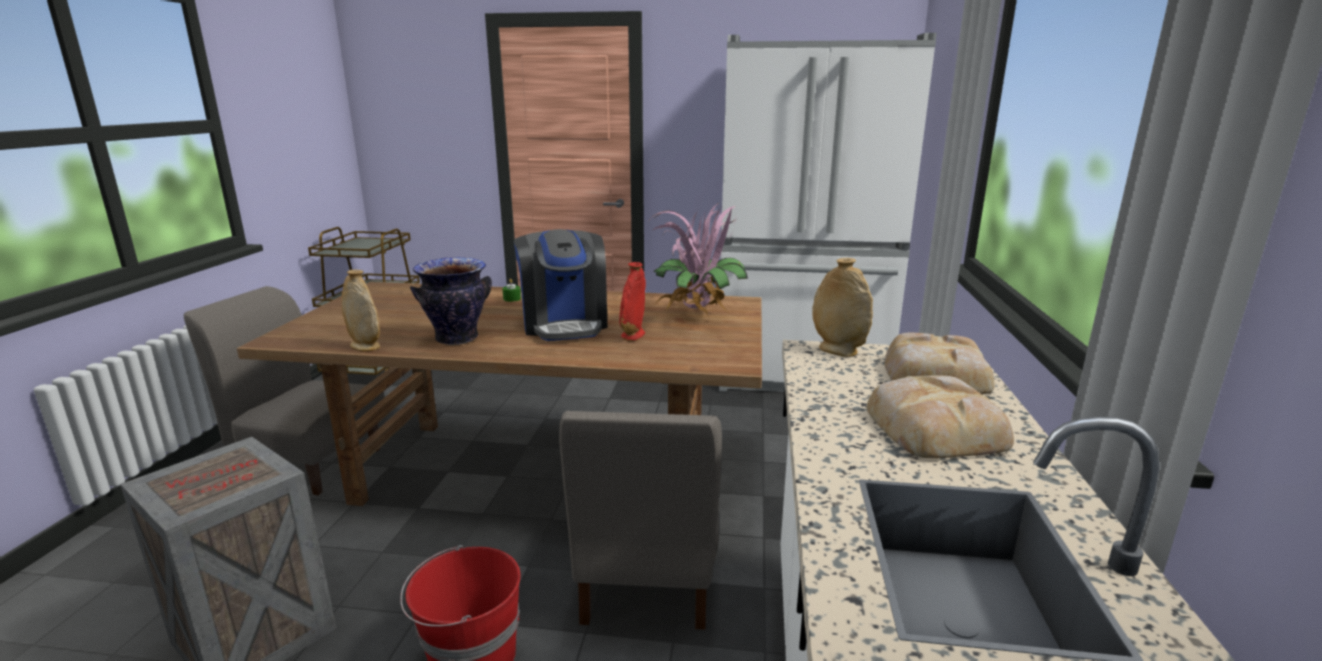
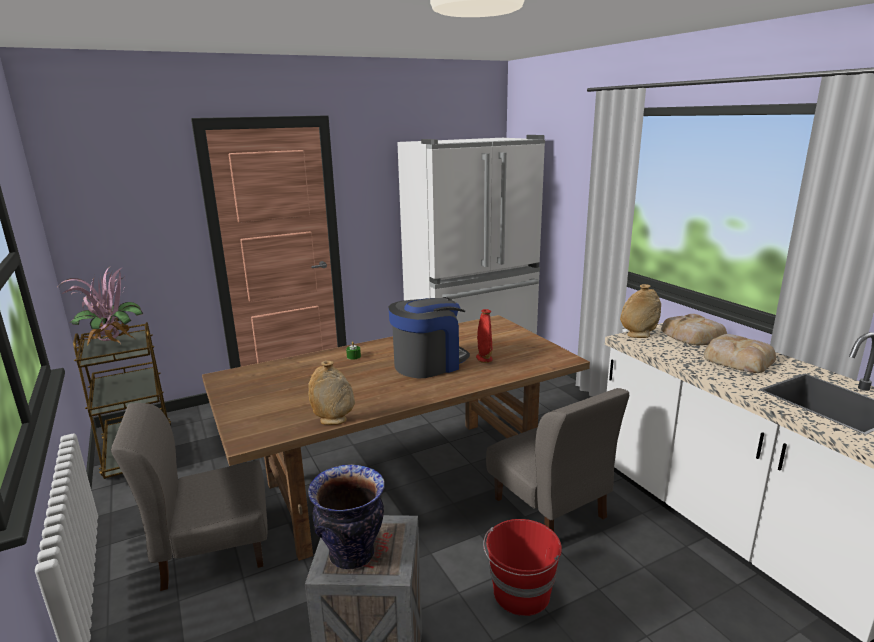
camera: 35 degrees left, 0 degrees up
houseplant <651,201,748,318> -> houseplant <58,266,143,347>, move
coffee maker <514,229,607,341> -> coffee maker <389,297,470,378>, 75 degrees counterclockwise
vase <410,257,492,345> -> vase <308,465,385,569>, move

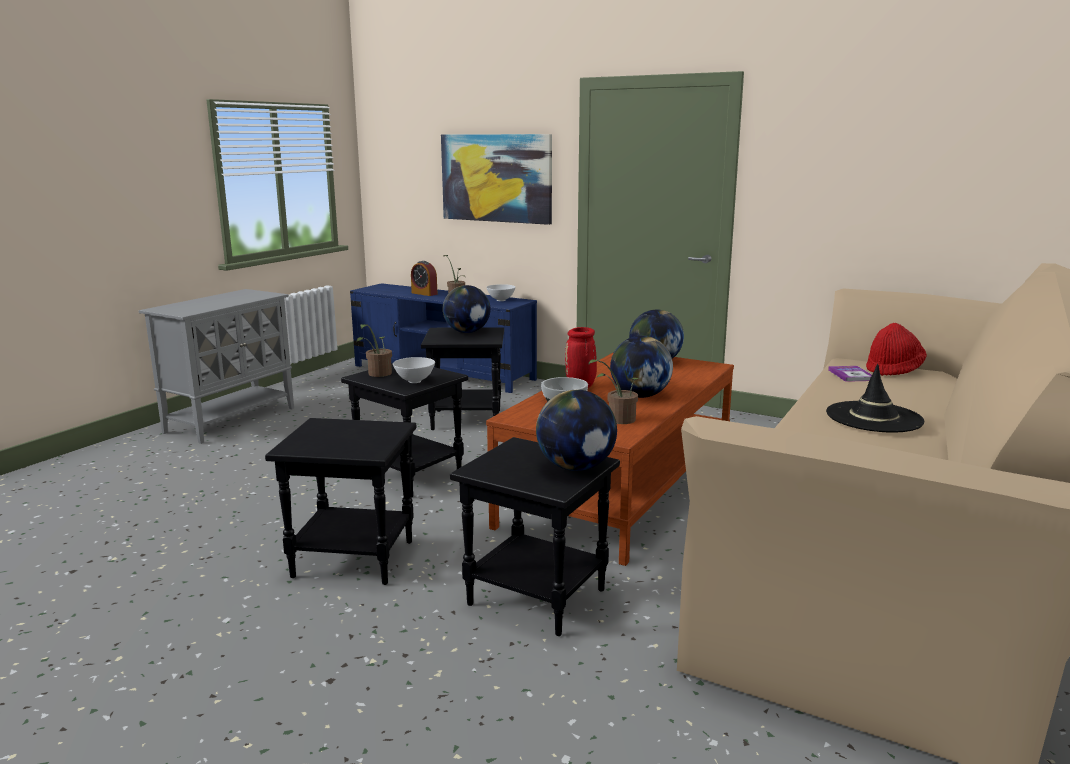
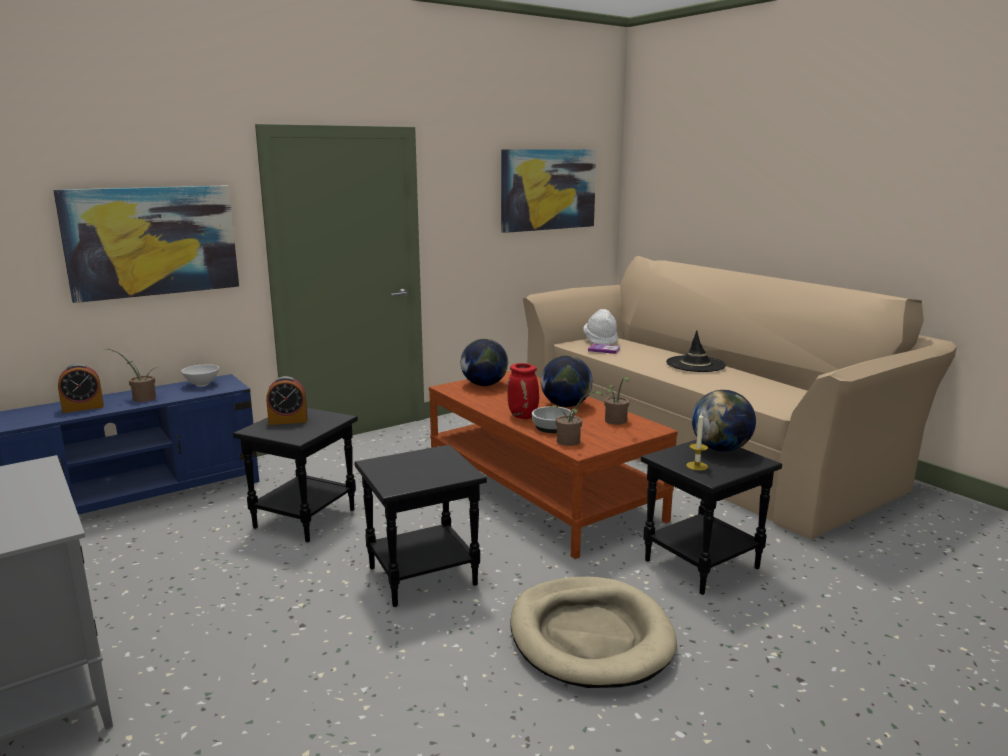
camera: 65 degrees left, 0 degrees up
world globe <443,285,490,333> -> bedside clock <266,376,308,425>
hat (red) <866,323,927,376> -> hat (white-coloured) <583,309,618,345>
houseplant <356,324,392,377> -> houseplant <551,391,603,446>, move
serving bowl (white-coloured) <393,357,435,383> -> none
side table (black-coloured) <265,418,416,585> -> pet bed (beige) <510,577,677,688>
none -> wall picture <501,149,596,233>
none -> wax light <686,412,708,471>

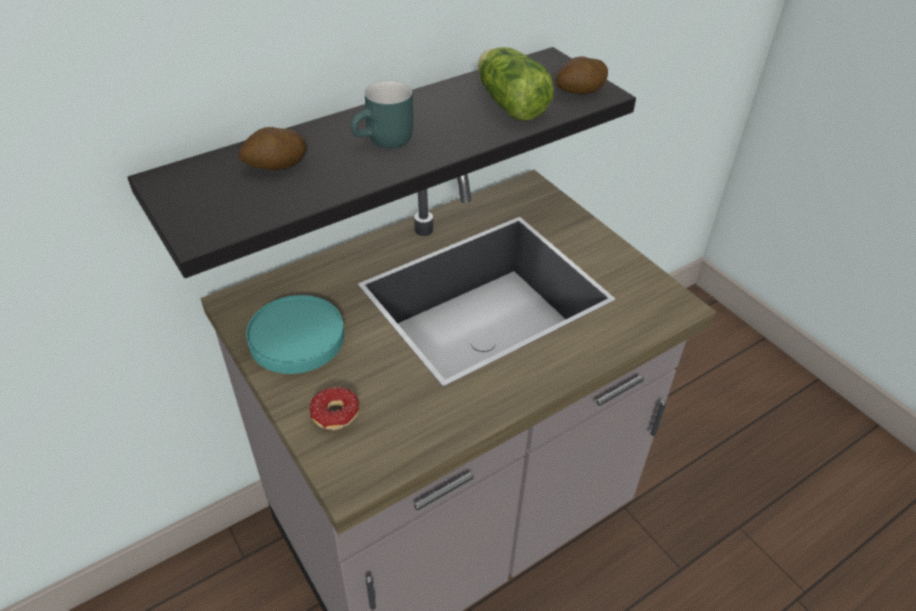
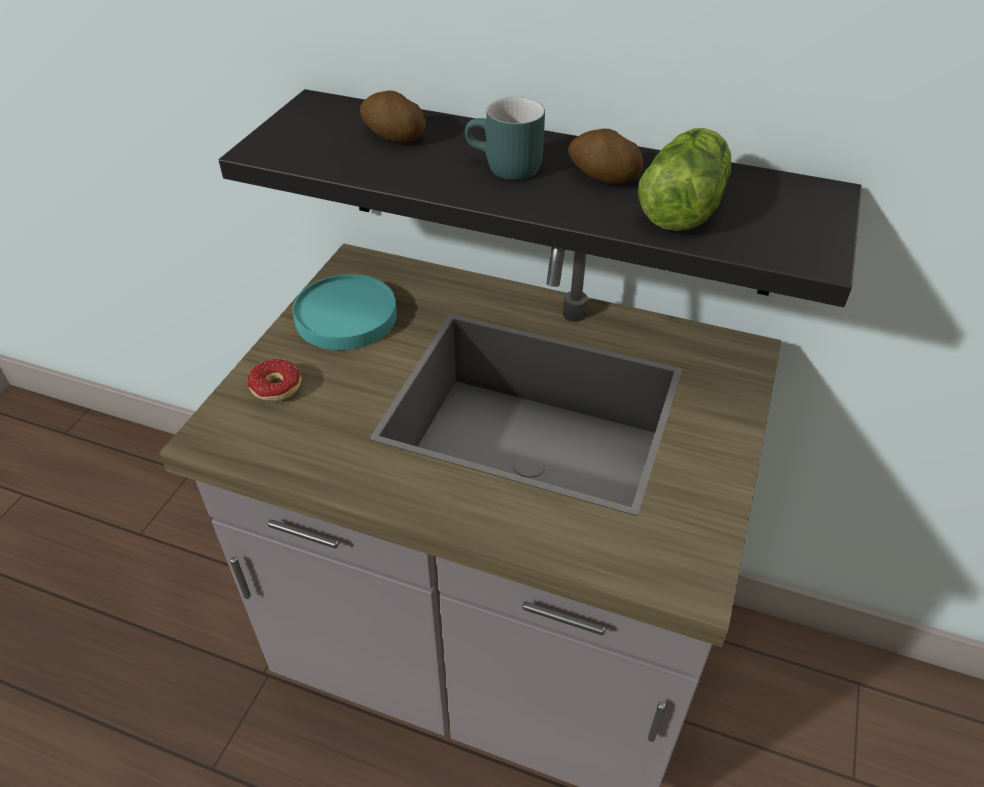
camera: 55 degrees right, 0 degrees up
whole potato <556,56,608,94> -> whole potato <568,129,643,184>, move

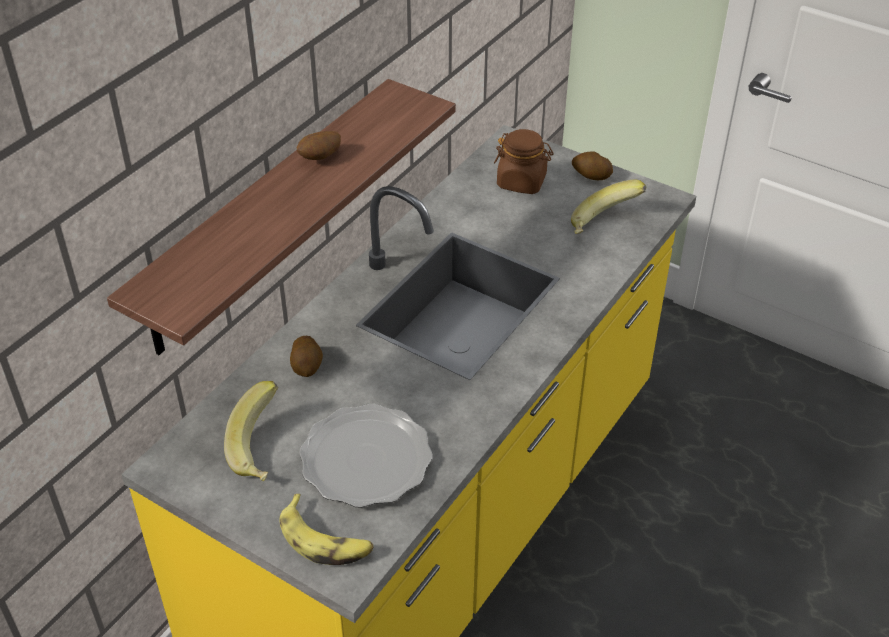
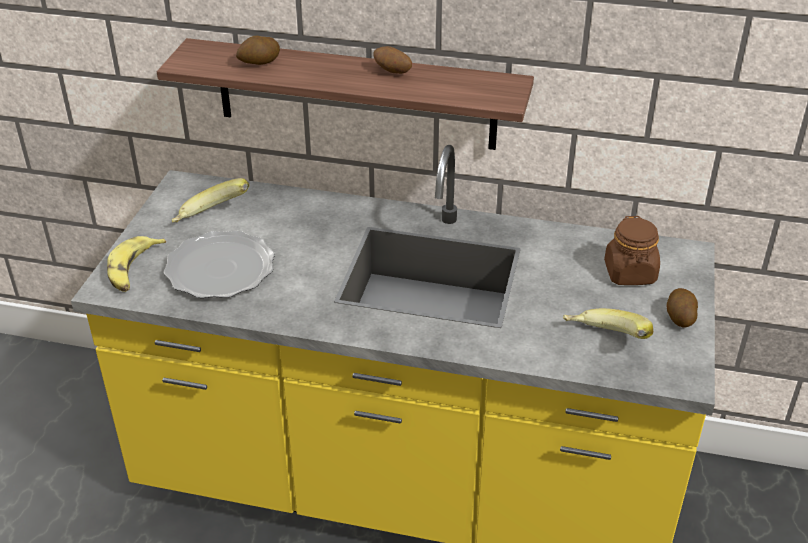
camera: 70 degrees right, 5 degrees down
whole potato <290,336,323,377> -> whole potato <236,36,280,65>, move

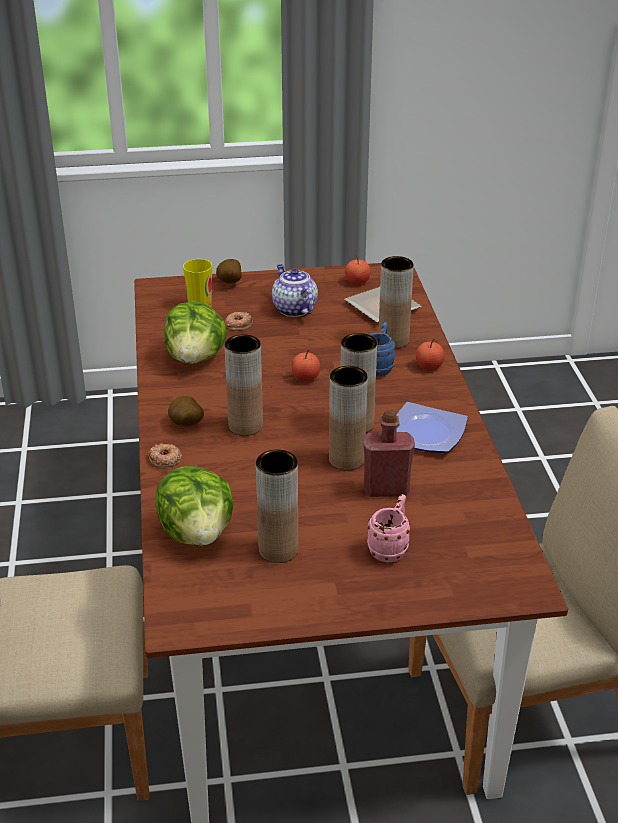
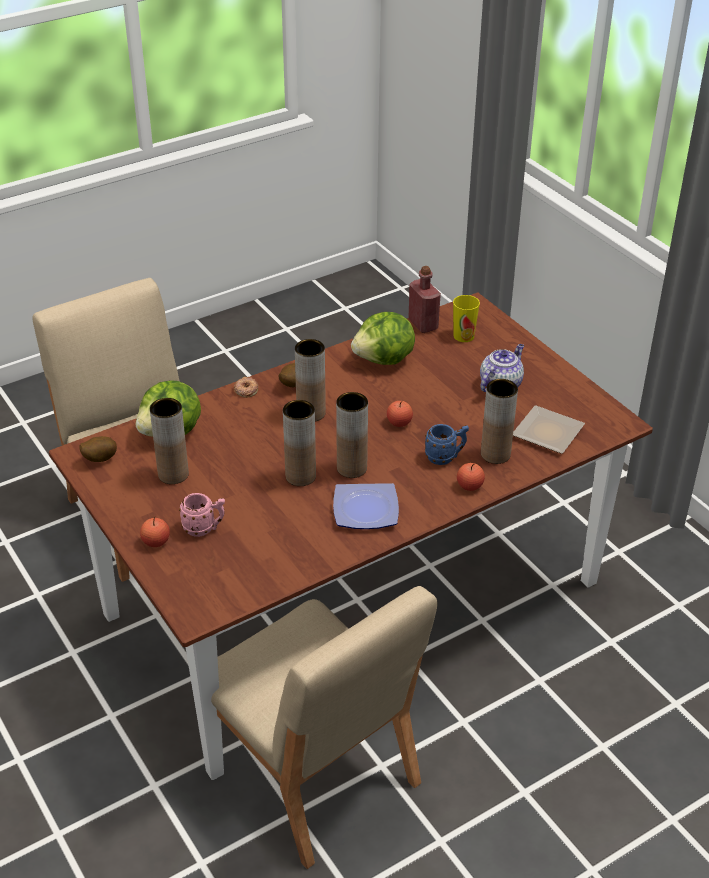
camera: 65 degrees right, 5 degrees up
apple <345,255,371,285> -> apple <140,516,170,547>, move
whole potato <216,259,242,284> -> whole potato <79,436,117,462>, move
donut <225,312,253,331> -> none
drink bottle (red) <363,410,415,497> -> drink bottle (red) <408,266,441,333>, move

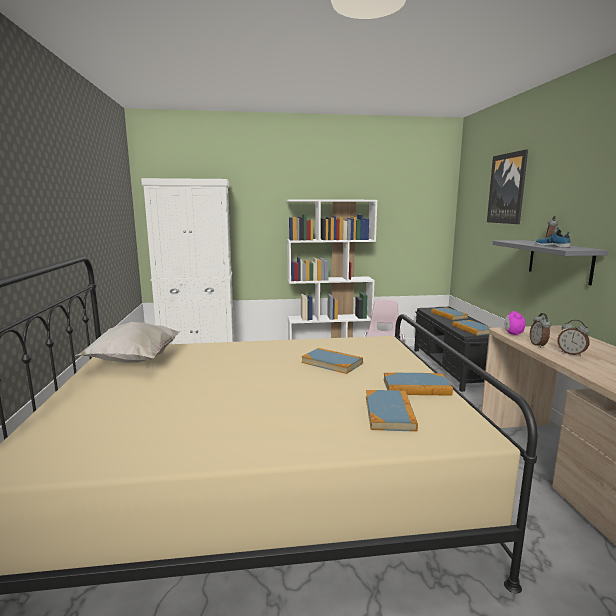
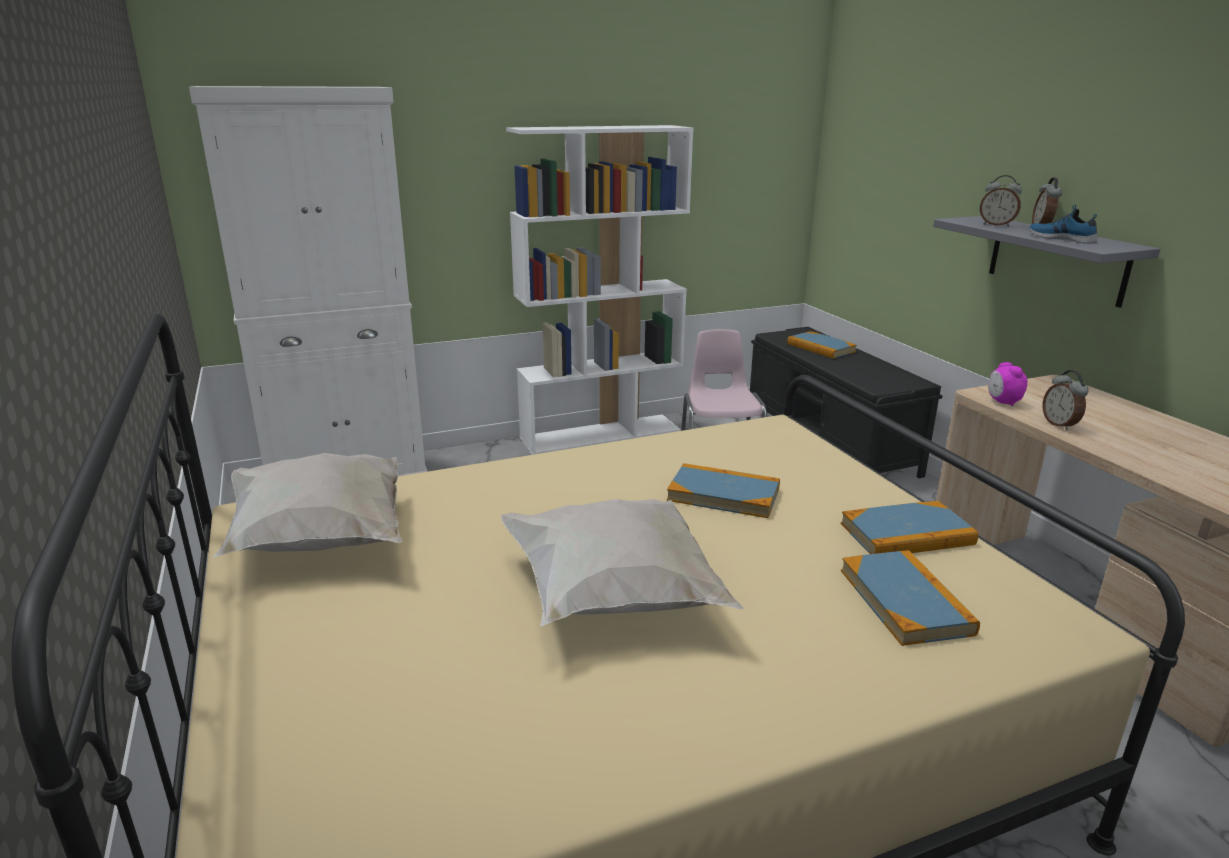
camera: 15 degrees left, 10 degrees up
wall picture <487,149,528,224> -> none
volume <452,320,492,336> -> none
bedside clock <558,320,589,356> -> bedside clock <980,175,1022,227>, move
none -> throw pillow (white-coloured) <501,499,743,627>

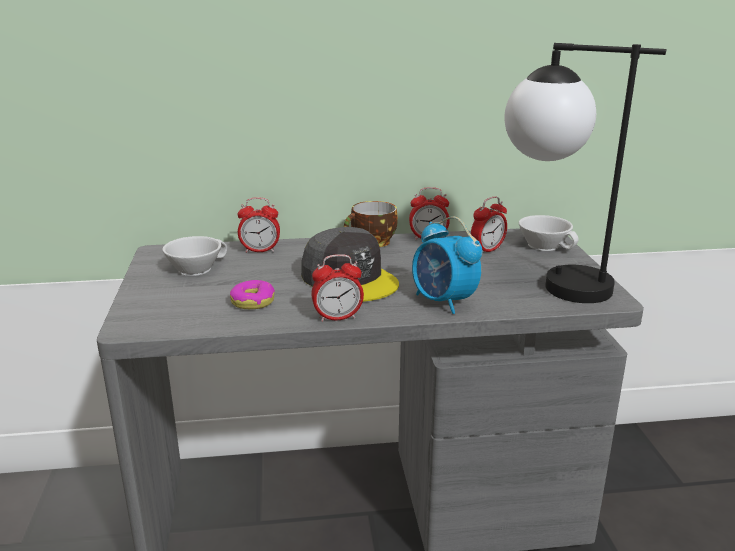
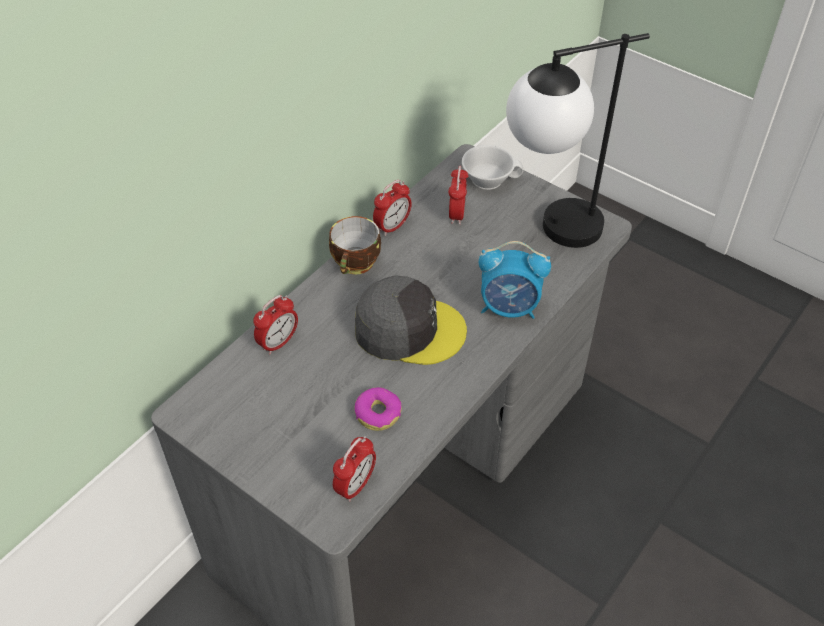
camera: 45 degrees left, 25 degrees up
drinking cup (white-coloured) <163,236,227,276> -> none
bedside clock <311,254,364,322> -> bedside clock <333,436,376,502>, move

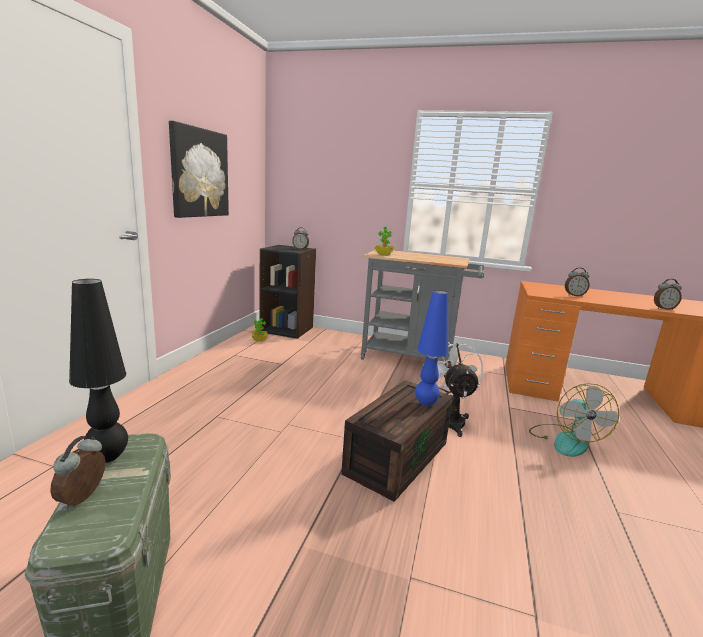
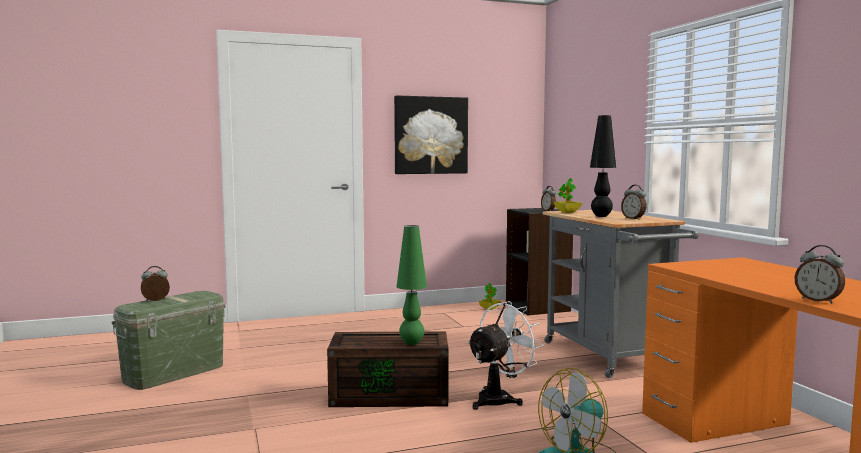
camera: 55 degrees right, 10 degrees down
bedside clock <565,268,590,297> -> bedside clock <621,185,646,220>, move
lamp for a table (black-coloured) <69,279,128,463> -> lamp for a table (black-coloured) <590,115,616,217>, move
lamp for a table (blue) <415,290,448,406> -> lamp for a table (green) <396,225,427,345>

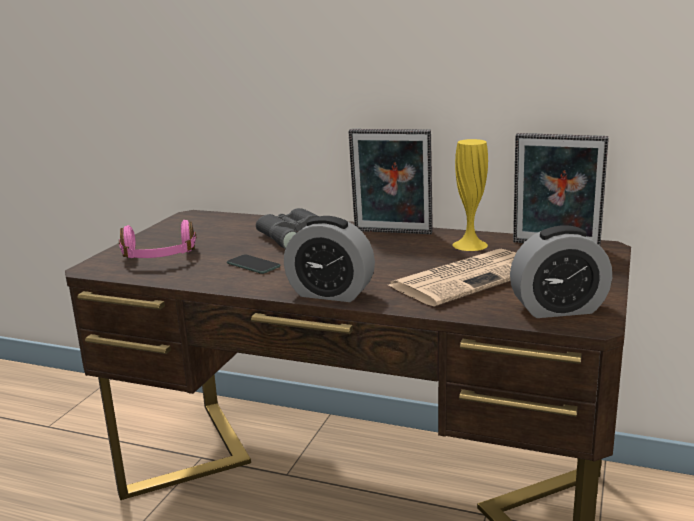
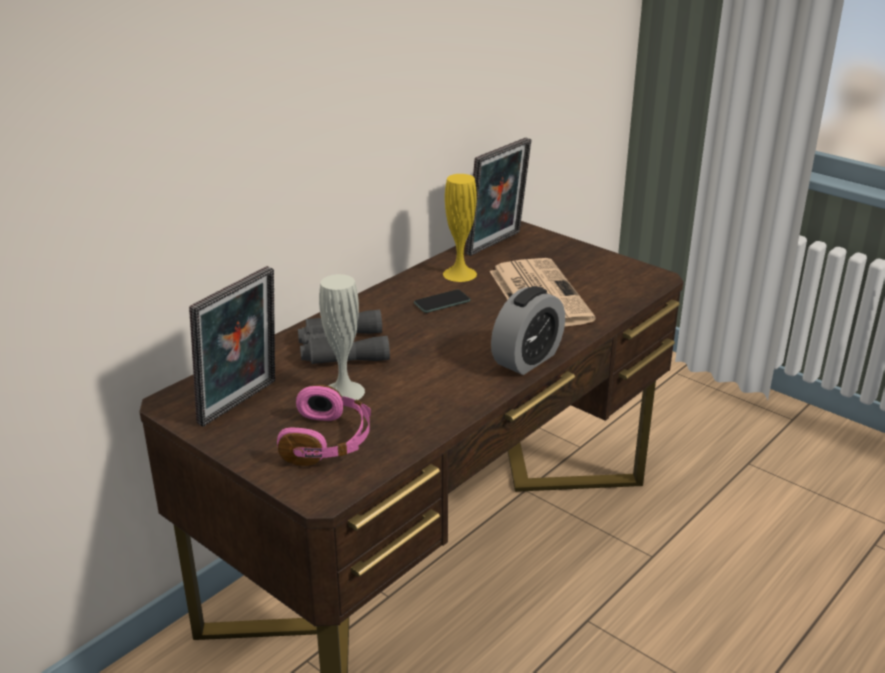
camera: 70 degrees left, 10 degrees up
picture frame <348,129,433,234> -> picture frame <189,266,275,427>, move
bedside clock <510,225,612,318> -> none
handset <227,254,280,274> -> handset <414,290,471,313>, move
none -> vase (white-coloured) <319,274,365,400>

